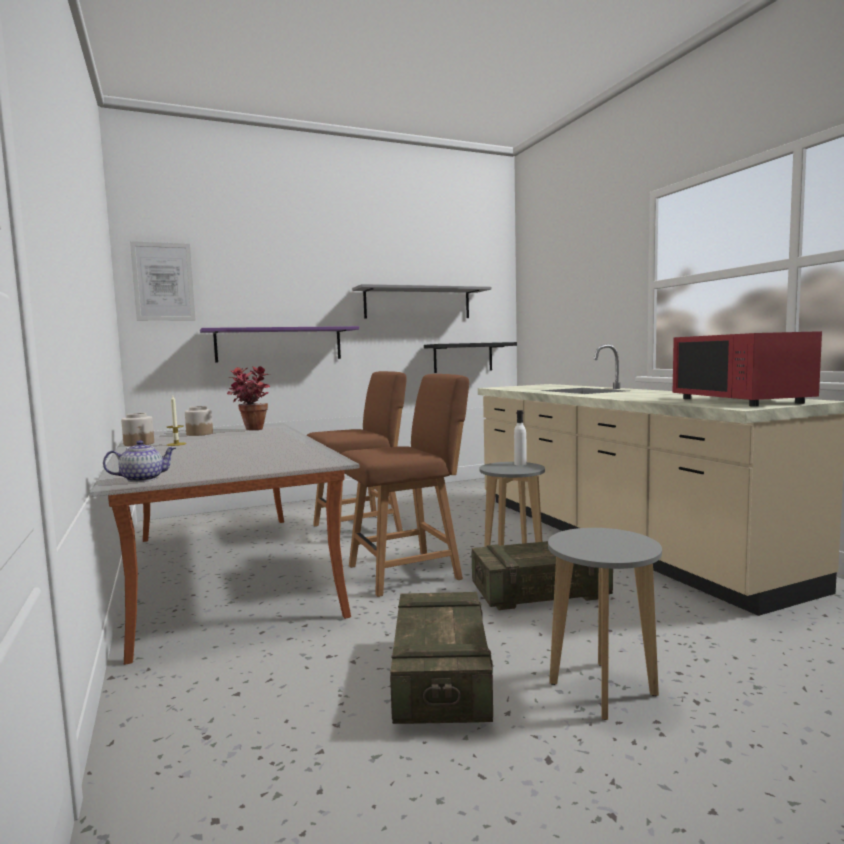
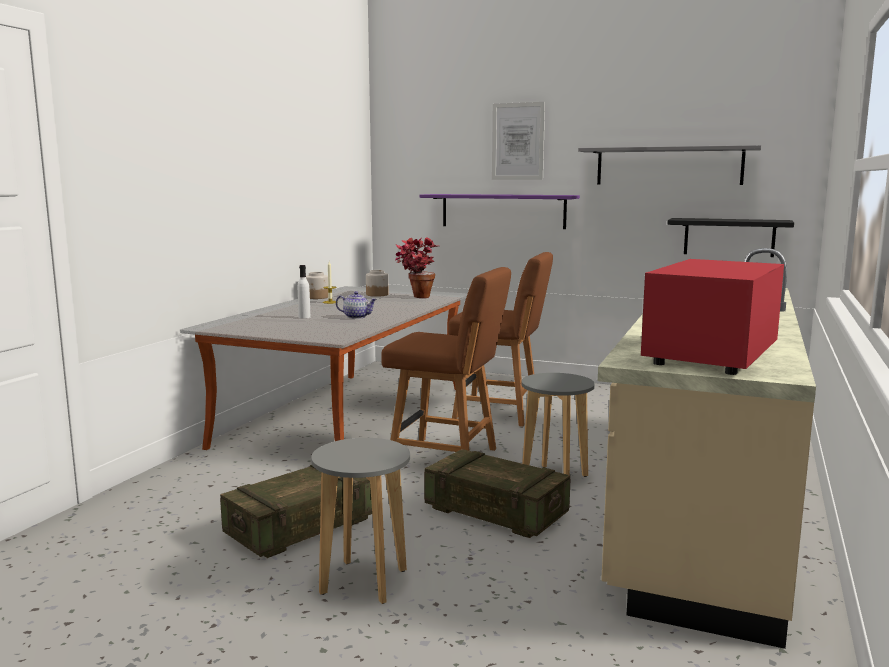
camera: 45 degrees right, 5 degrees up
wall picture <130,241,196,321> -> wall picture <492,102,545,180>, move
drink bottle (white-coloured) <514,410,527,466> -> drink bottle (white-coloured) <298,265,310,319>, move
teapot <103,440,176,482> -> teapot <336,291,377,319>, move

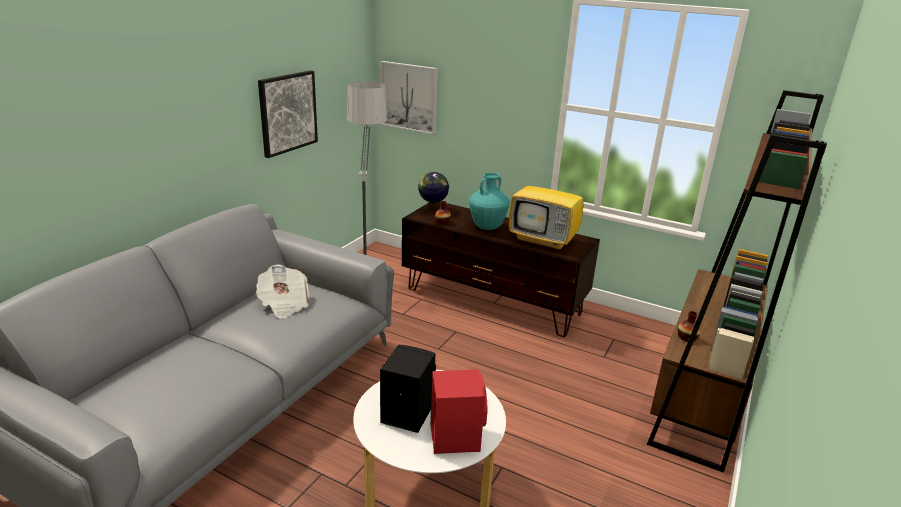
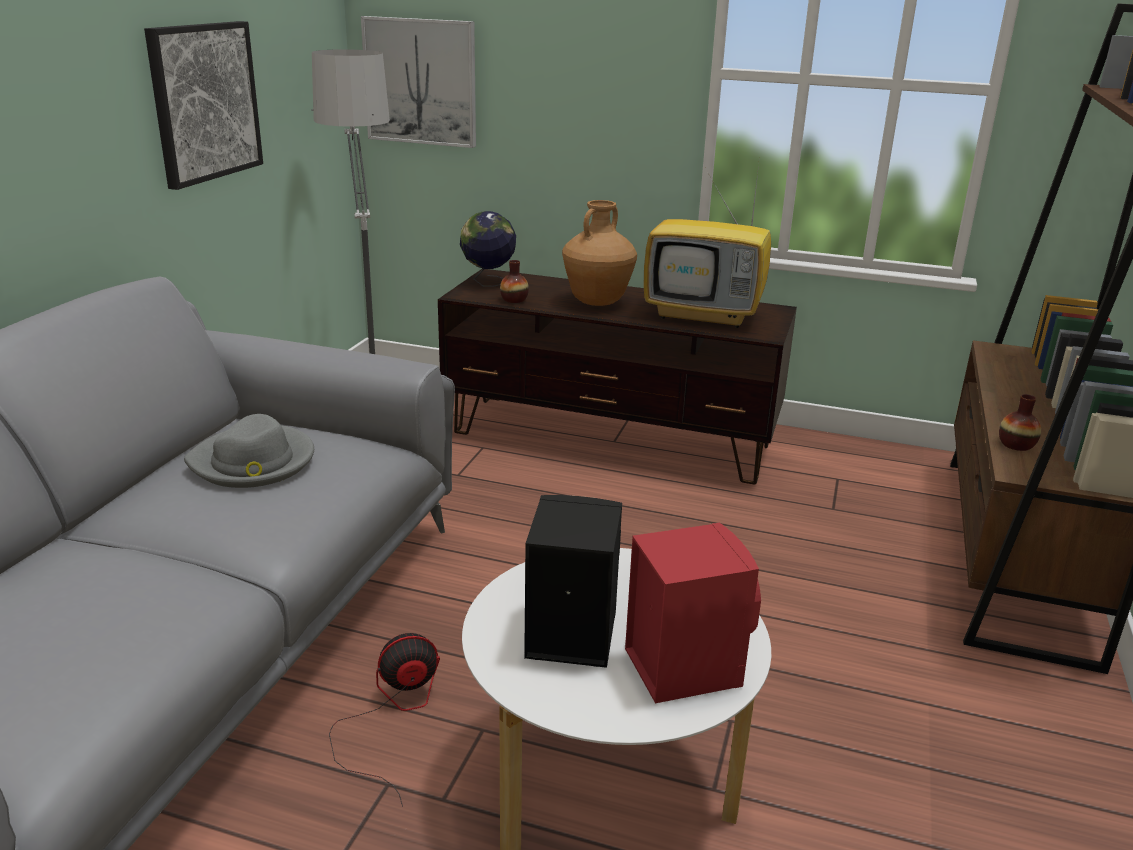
camera: 10 degrees left, 0 degrees up
vase (turquoise-coloured) <469,173,510,230> -> vase (brown-coloured) <562,200,637,306>
daily paper <256,265,309,319> -> hat (greyish) <184,414,314,488>
none -> fan <329,633,440,807>

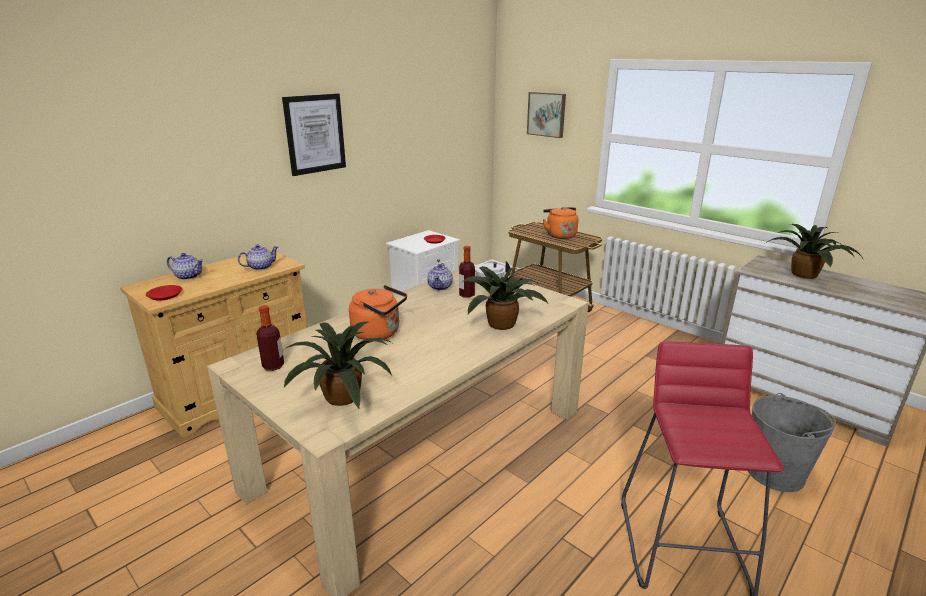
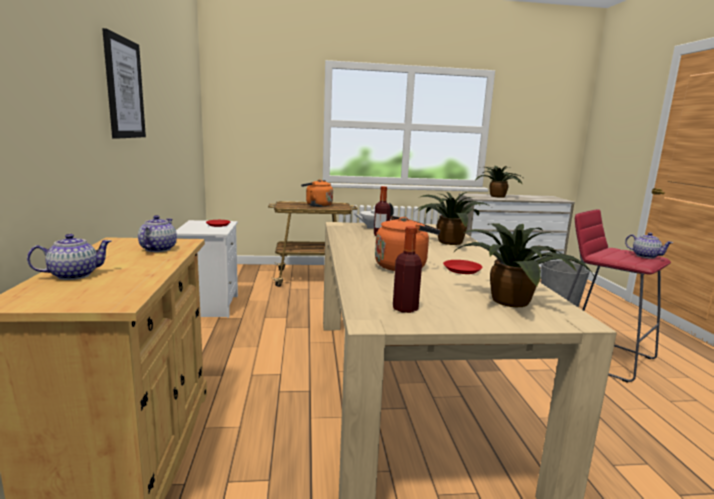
camera: 50 degrees left, 10 degrees down
wall picture <527,92,566,138> -> none
teapot <427,263,453,291> -> teapot <625,232,673,259>, move
plate (red) <146,285,182,301> -> plate (red) <443,260,482,274>, move

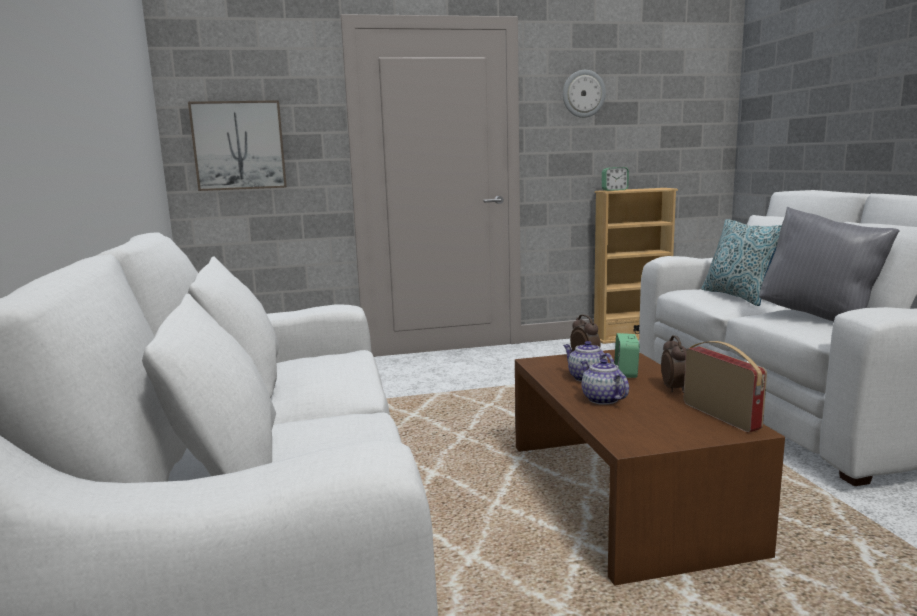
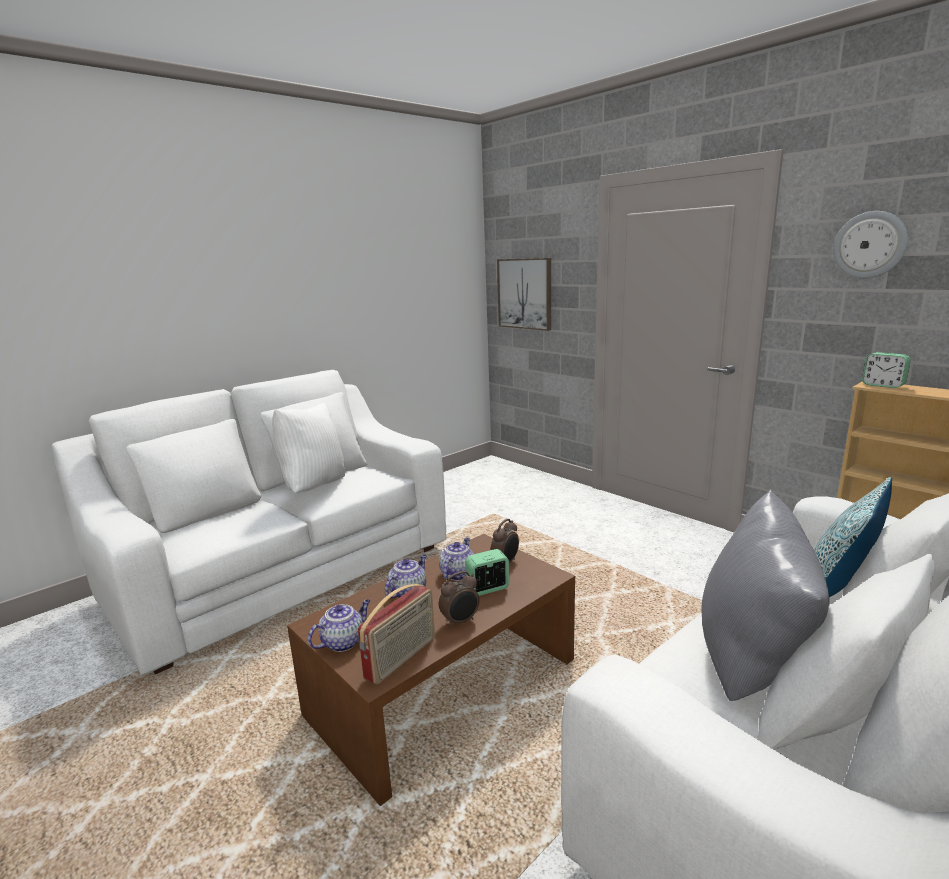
camera: 60 degrees right, 5 degrees up
none -> throw pillow (white-coloured) <272,403,345,493>
none -> teapot <308,600,370,652>

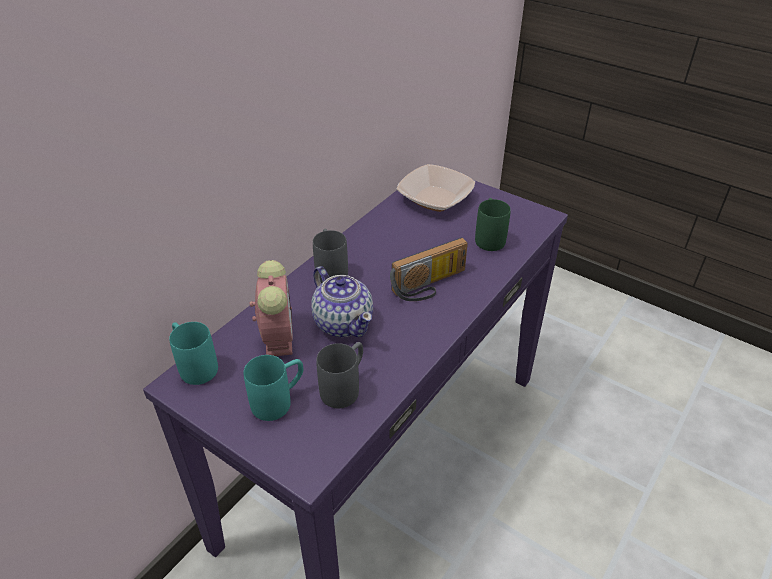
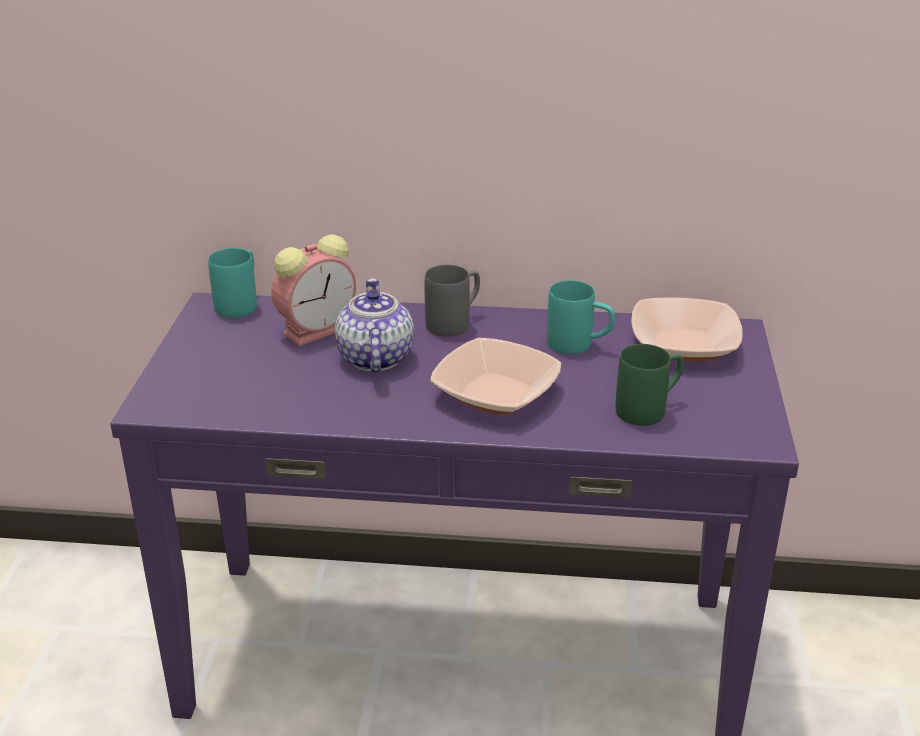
camera: 60 degrees right, 10 degrees down
radio receiver <390,237,468,301> -> serving bowl <430,338,561,415>
teapot <311,266,373,337> -> teapot <335,278,414,372>, 150 degrees clockwise
mug (greyish) <316,342,363,408> -> none
mug (turquoise-coloured) <244,355,303,421> -> mug (turquoise-coloured) <547,280,615,354>, move

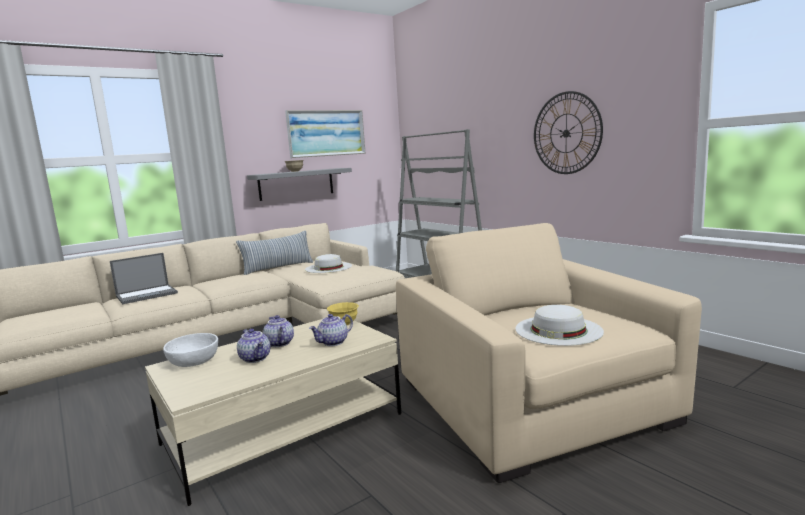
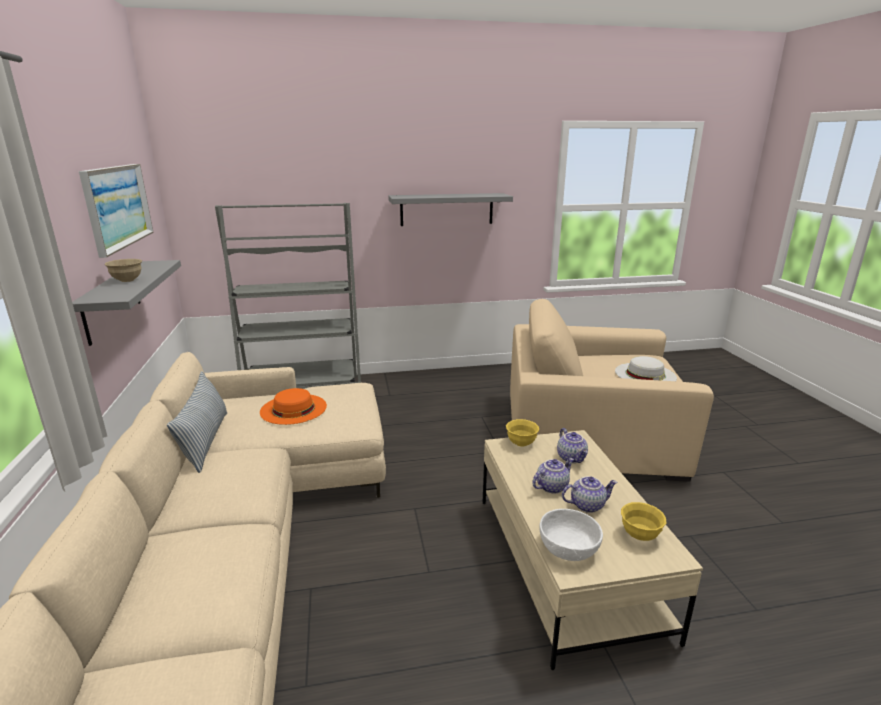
camera: 65 degrees left, 10 degrees up
hanging clock <534,91,603,174> -> wall shelf (greyish) <388,193,513,226>
notebook computer <110,253,178,304> -> none
hat (white-coloured) <305,254,352,273> -> hat (orange) <260,388,327,425>
teapot <263,315,294,347> -> teapot <532,458,574,494>, 150 degrees clockwise
none -> serving bowl (yellow-coloured) <621,502,667,541>

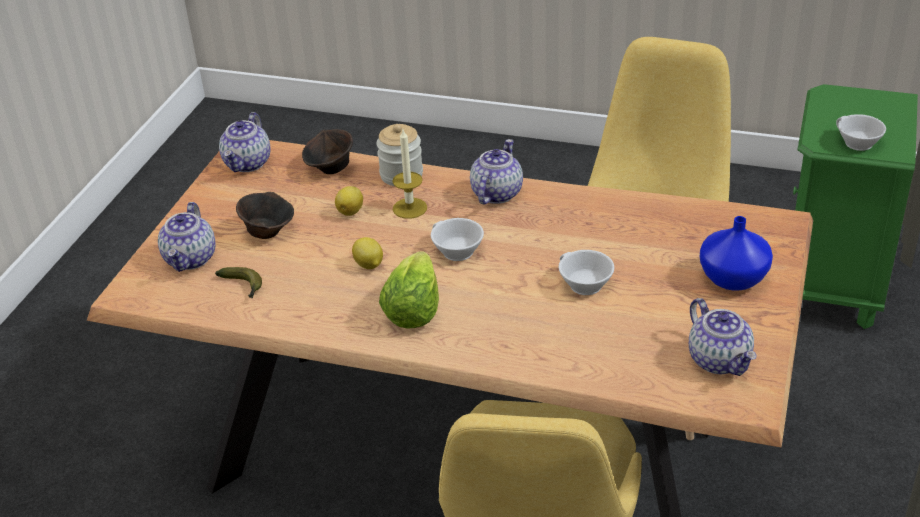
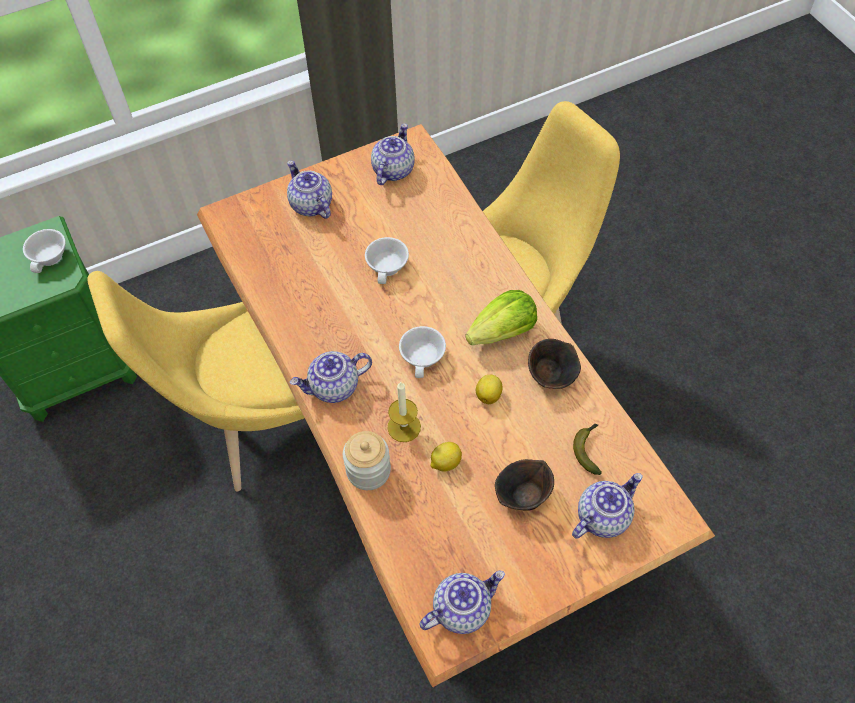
camera: 135 degrees left, 20 degrees up
serving bowl (brown-coloured) <302,129,353,174> -> serving bowl (brown-coloured) <528,339,581,389>, move
vase (blue) <700,216,773,291> -> teapot <287,160,332,219>

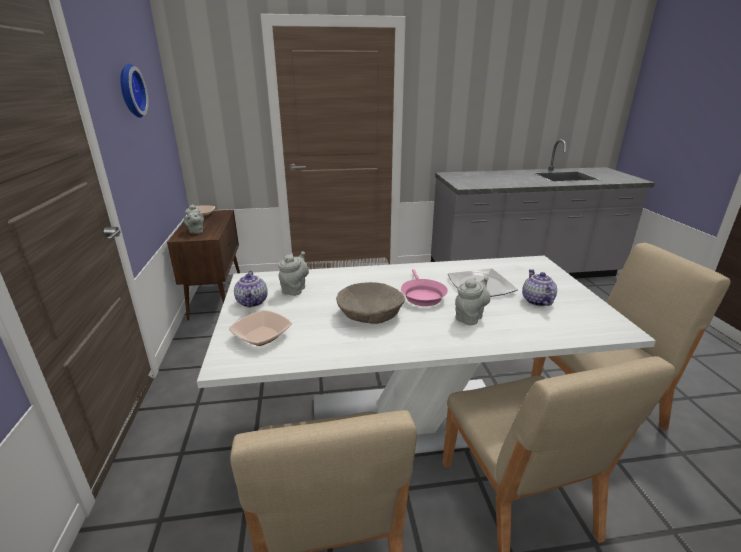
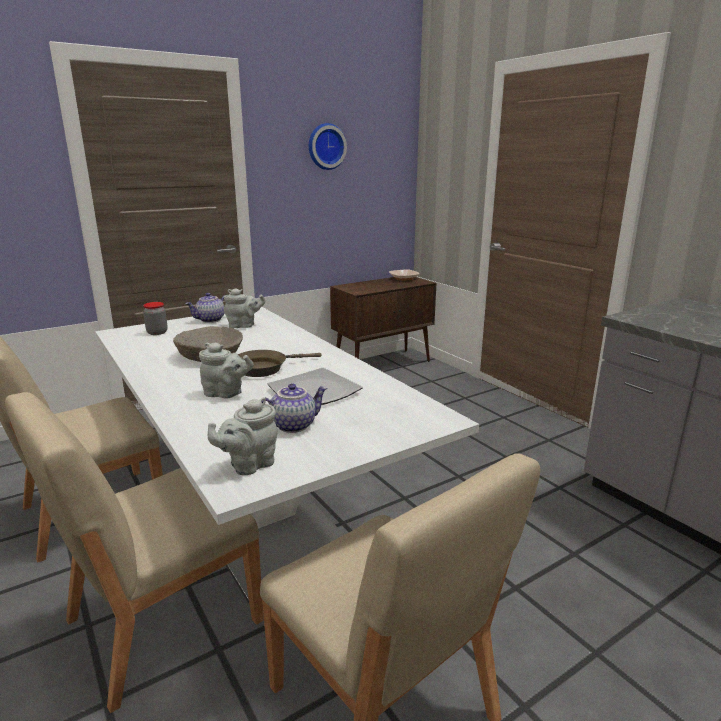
camera: 65 degrees right, 5 degrees down
teapot (greyish) <184,204,204,234> -> teapot (greyish) <208,397,277,475>, move
skillet (pink) <401,269,448,306> -> skillet (brown-coloured) <238,350,322,377>
serving bowl <229,310,292,346> -> storage jar <143,302,168,335>

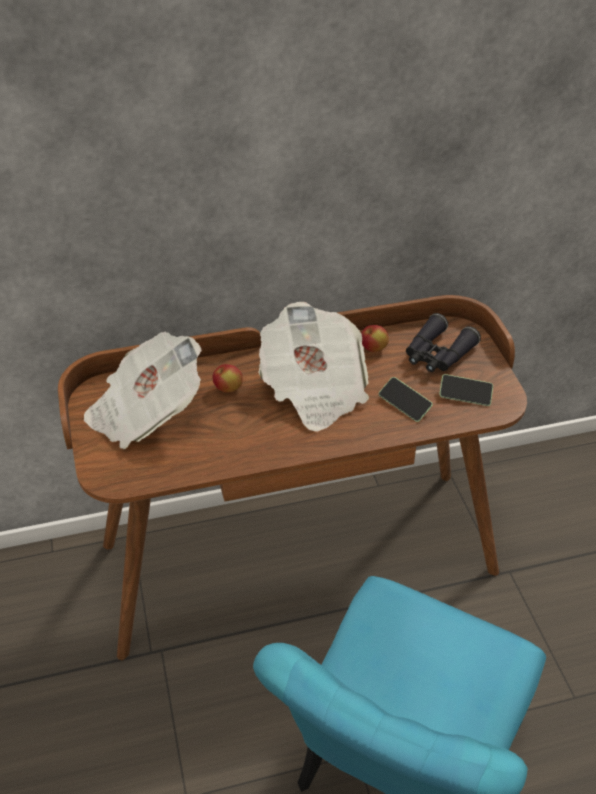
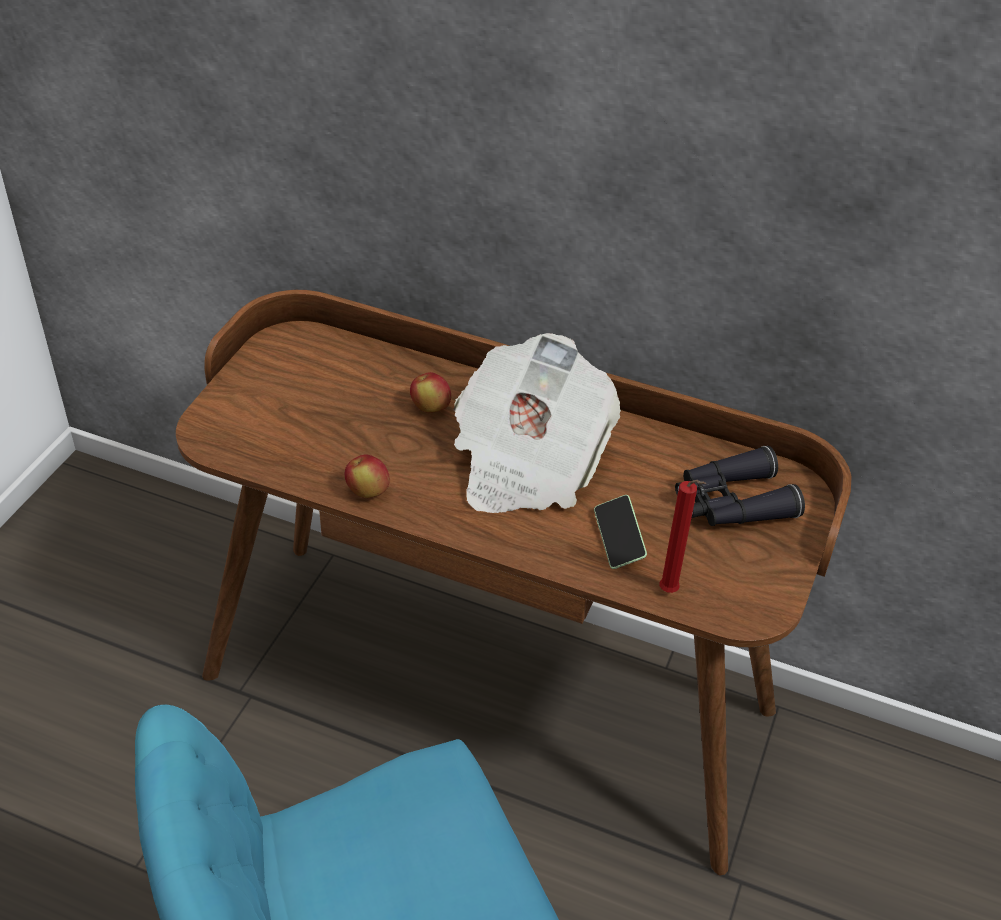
camera: 35 degrees right, 0 degrees up
apple <361,325,389,352> -> apple <345,455,390,498>, move
daily paper <84,332,202,449> -> none
handset <439,374,493,406> -> none
none -> wax light (red) <659,480,706,593>

